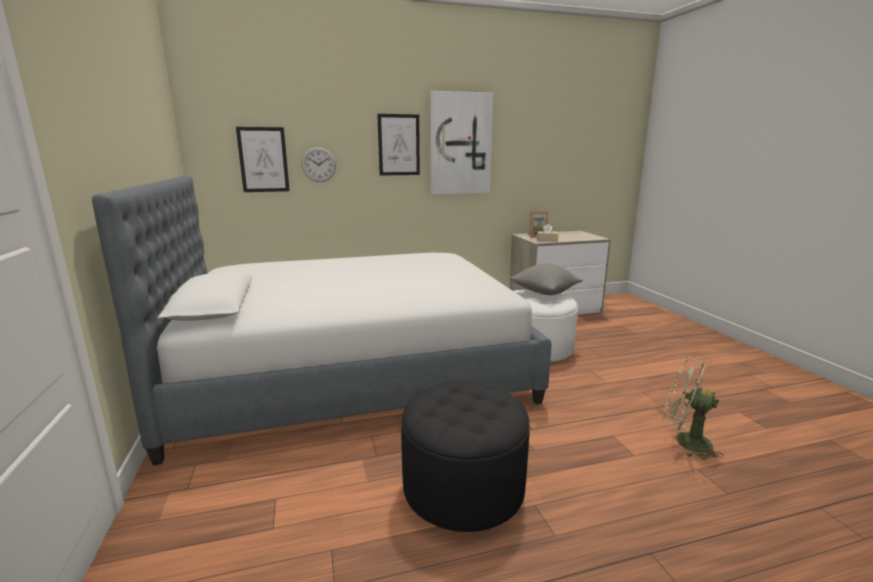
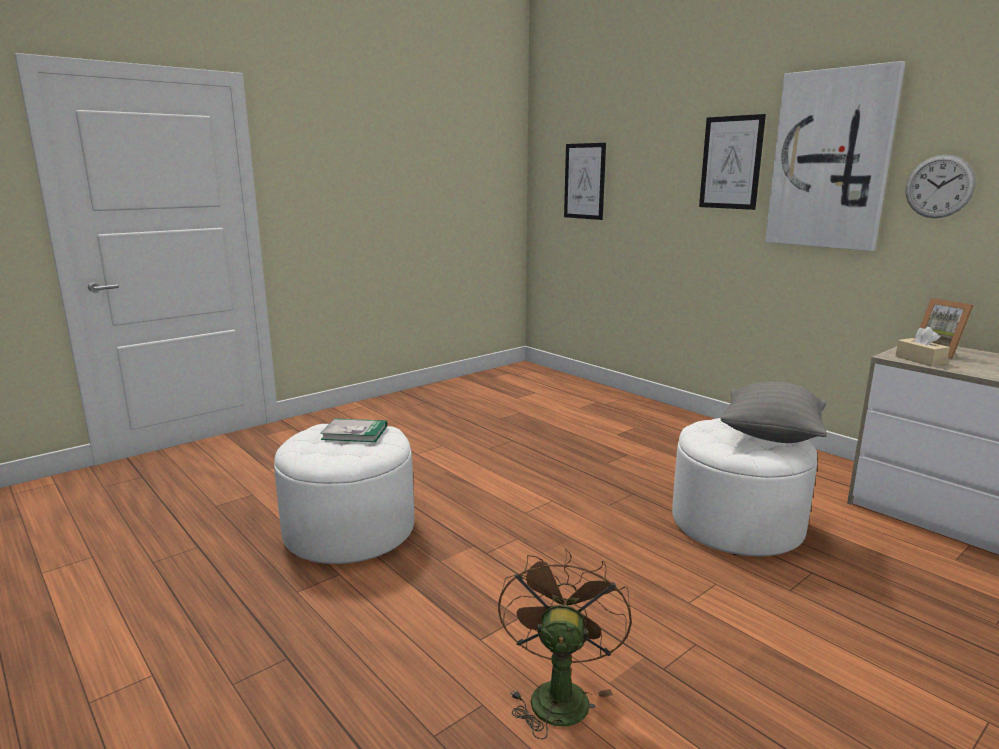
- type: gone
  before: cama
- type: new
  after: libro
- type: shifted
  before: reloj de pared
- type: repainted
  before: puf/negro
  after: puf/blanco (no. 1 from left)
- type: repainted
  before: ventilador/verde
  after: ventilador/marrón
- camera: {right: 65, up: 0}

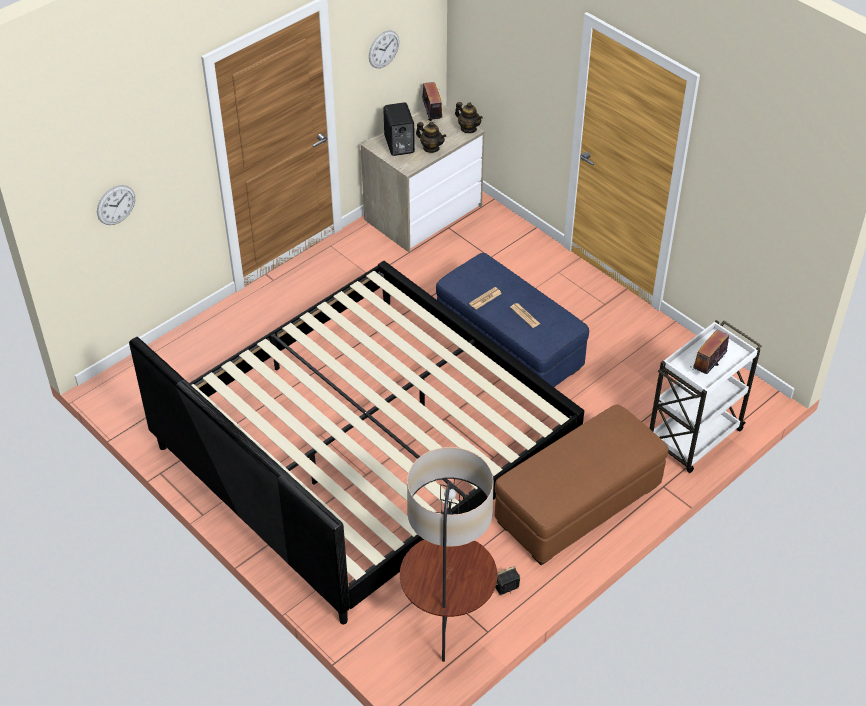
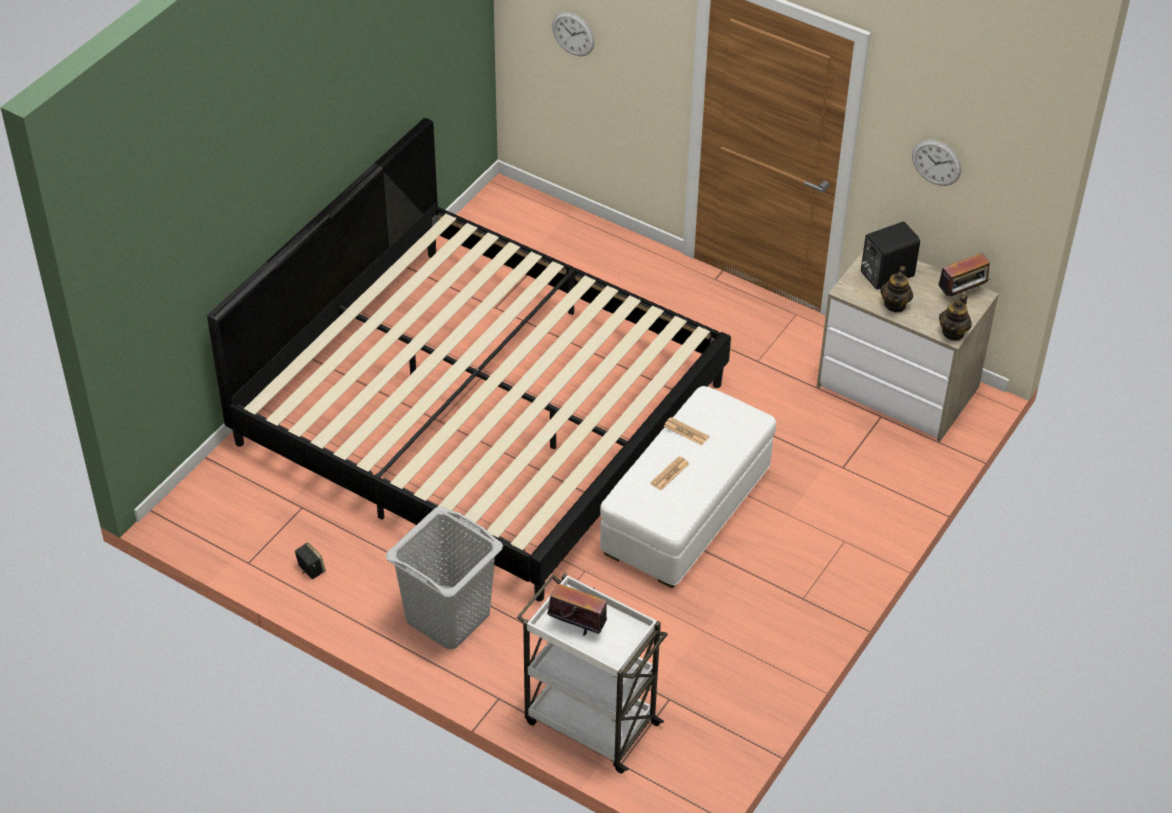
- type: gone
  before: lámpara de pie
- type: swapped
  before: puf/marrón
  after: cesto de la ropa/gris
- type: repainted
  before: puf/azul
  after: puf/blanco
- camera: {right: 75, up: 0}

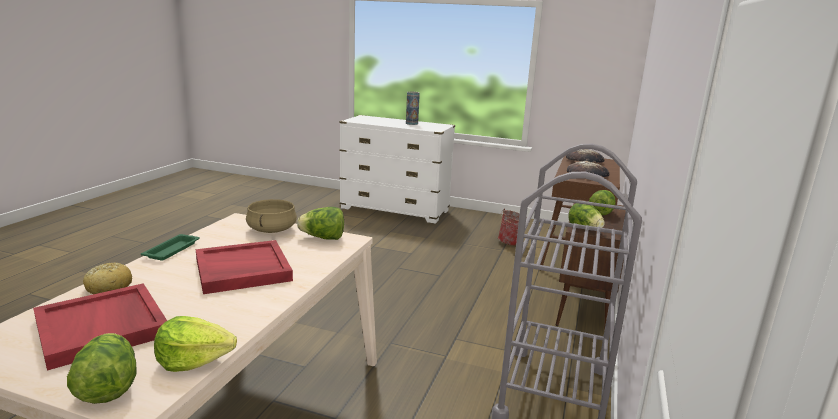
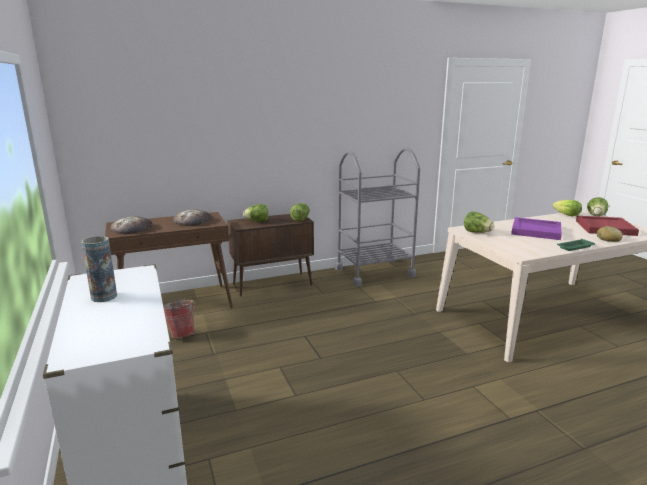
- type: gone
  before: olla/beis
- type: repainted
  before: bandeja/rojo (no. 2 from left)
  after: bandeja/morado
- camera: {right: -130, up: 0}

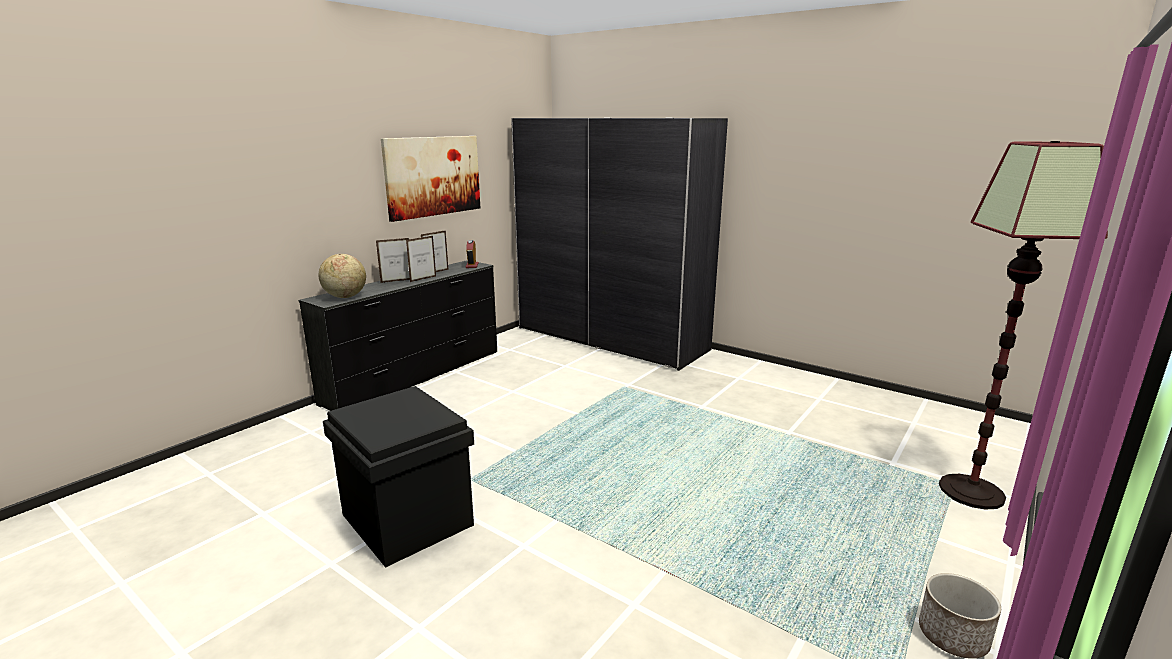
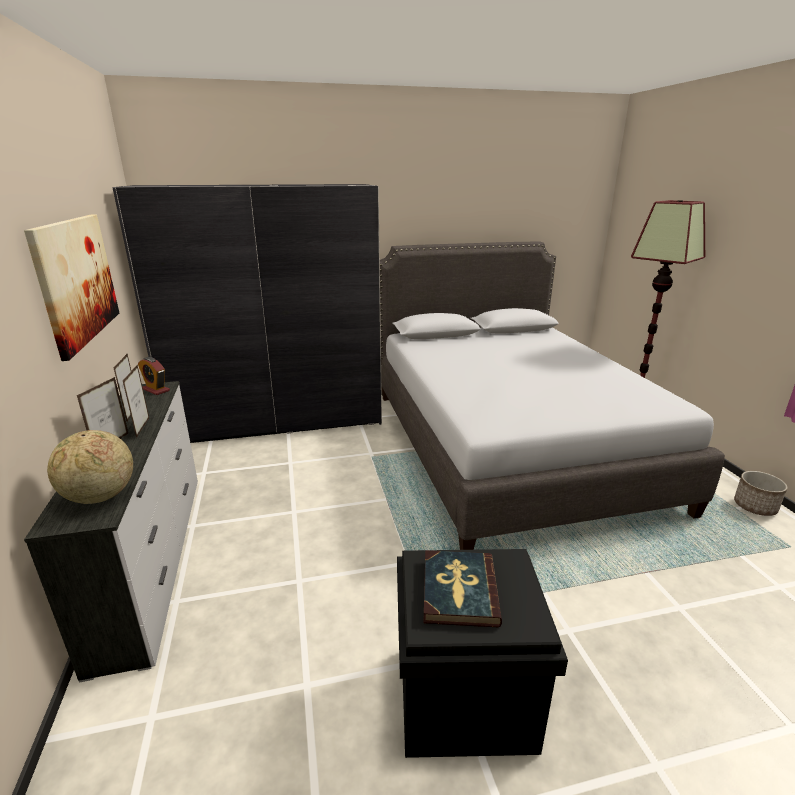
- type: new
  after: cama/gris
- type: new
  after: libro
- type: repainted
  before: cómoda/negro
  after: cómoda/blanco
- camera: {right: -50, up: 5}

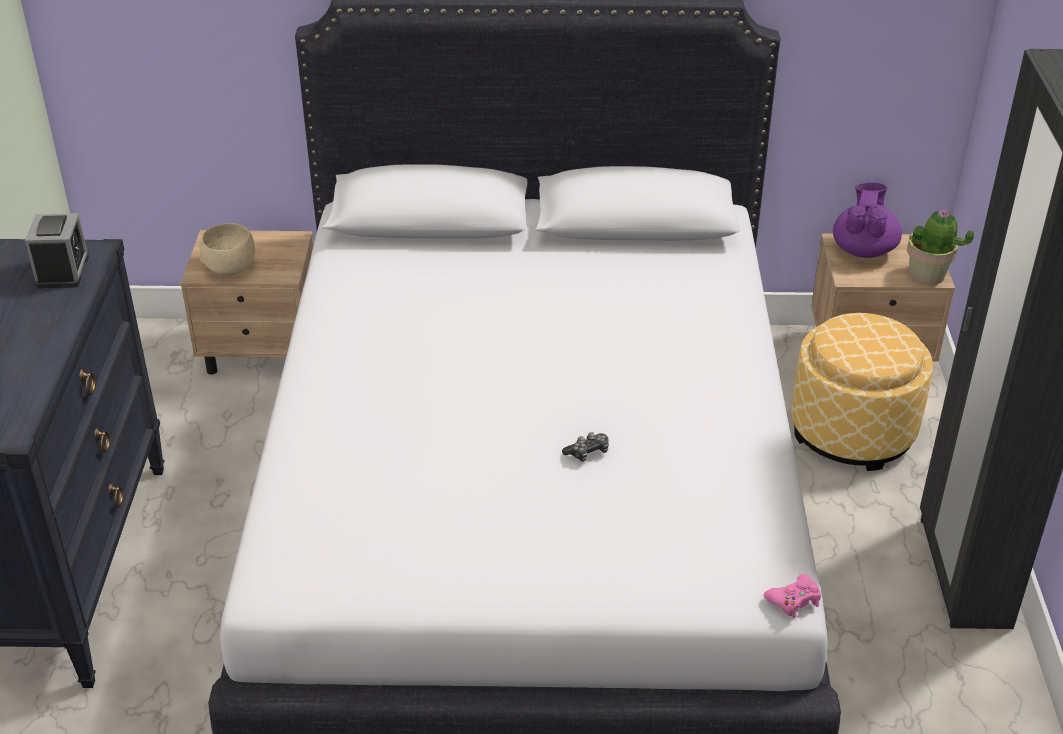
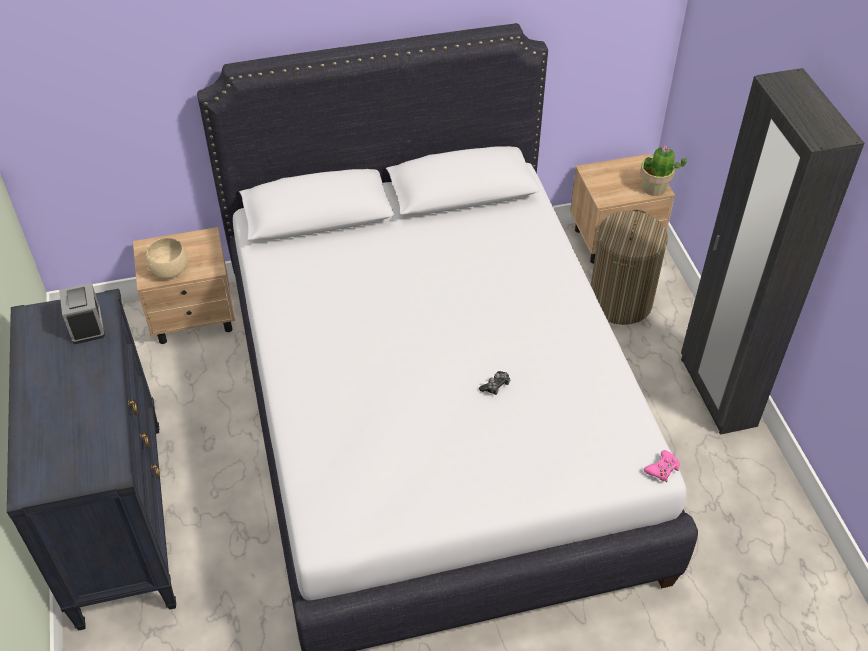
- type: gone
  before: tetera/morado
- type: swapped
  before: puf
  after: cesto de la ropa
- camera: {right: -15, up: 10}

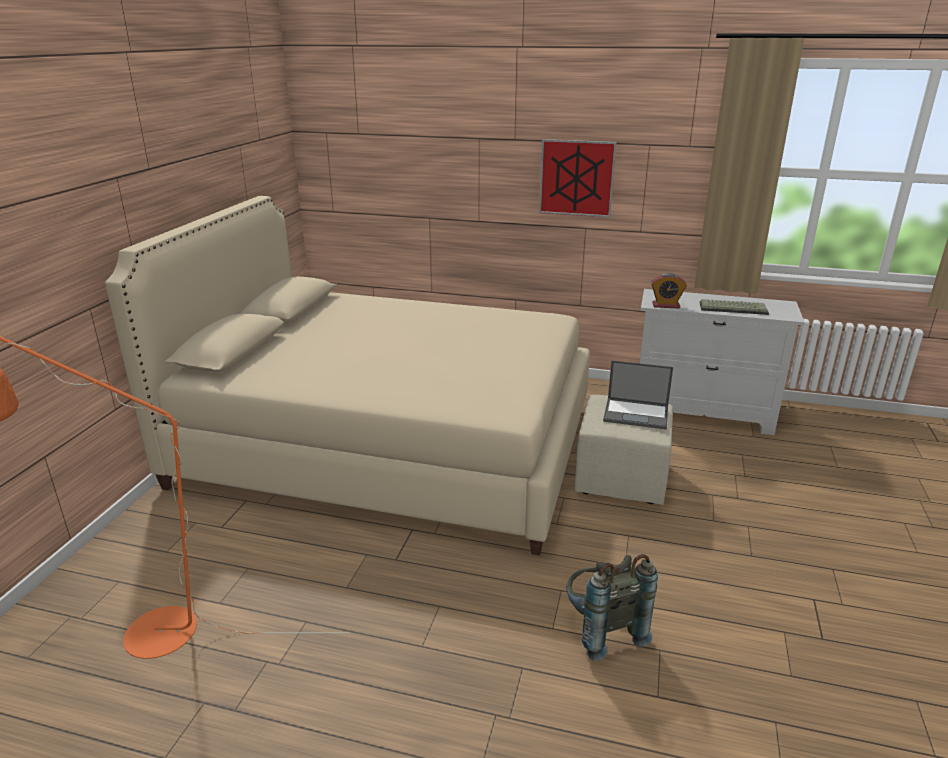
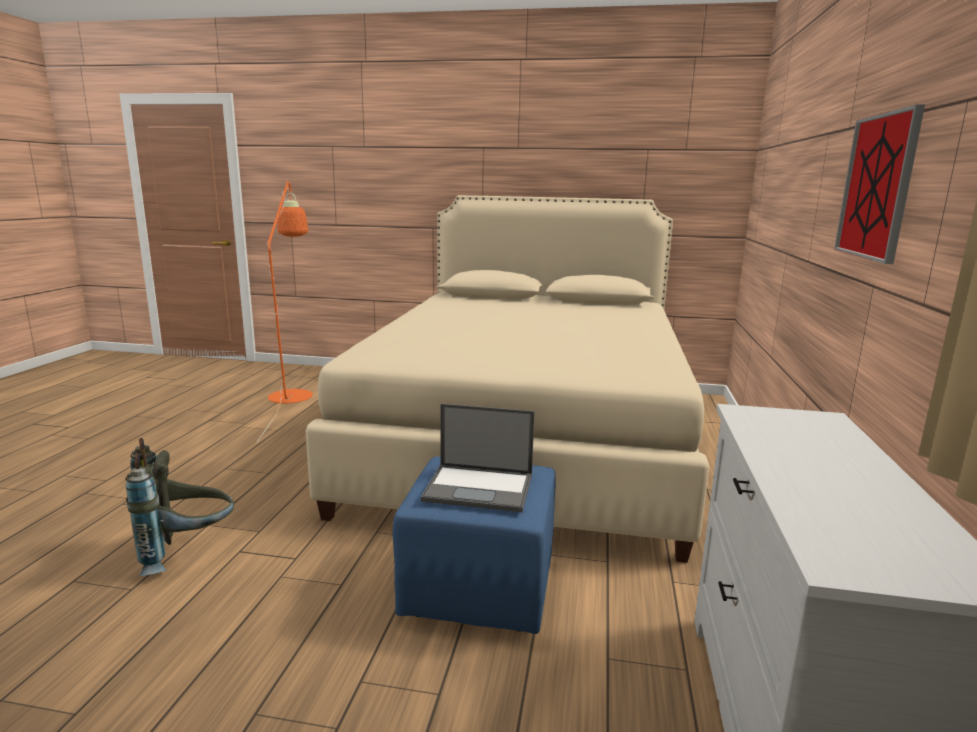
- type: gone
  before: despertador
- type: gone
  before: teclado
- type: repainted
  before: puf/beis
  after: puf/azul
- type: rotated
  before: portátil
  turn: -90
- camera: {right: 85, up: -10}

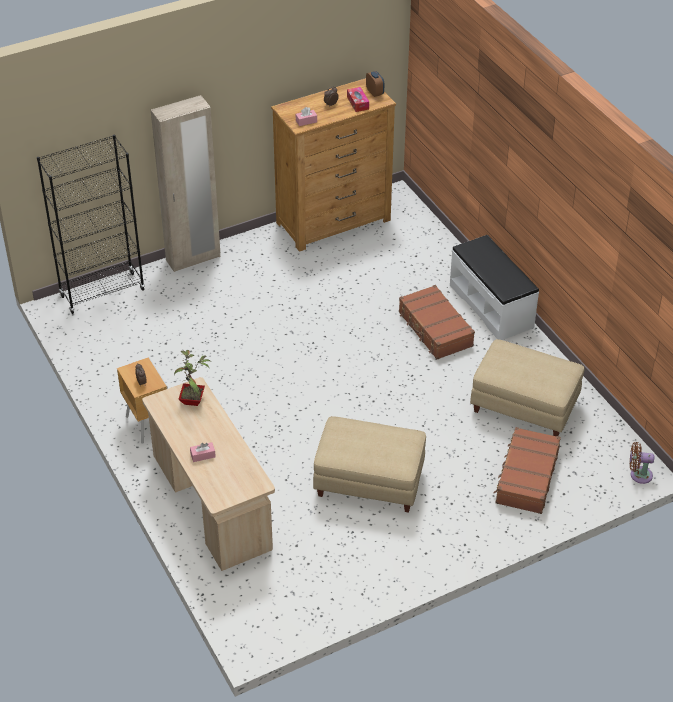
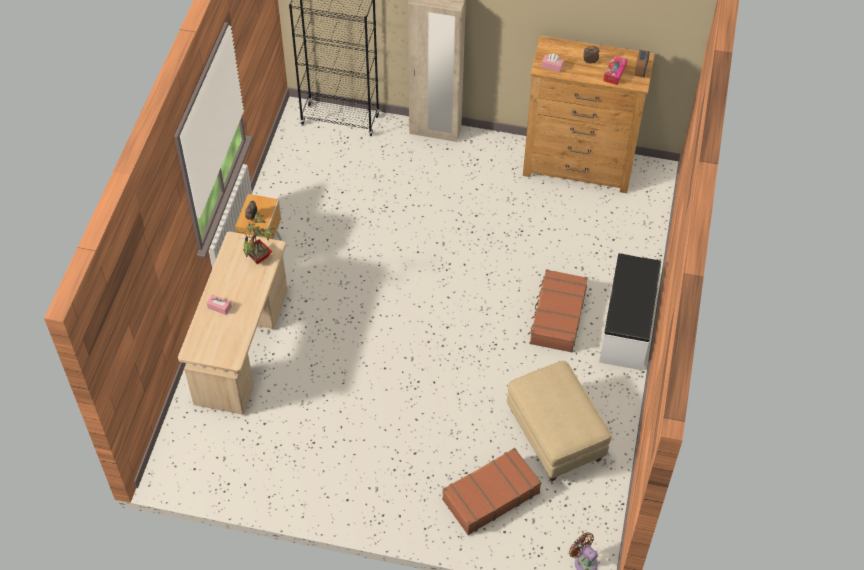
- type: gone
  before: puf/beis (no. 1 from left)
- camera: {right: 40, up: 10}

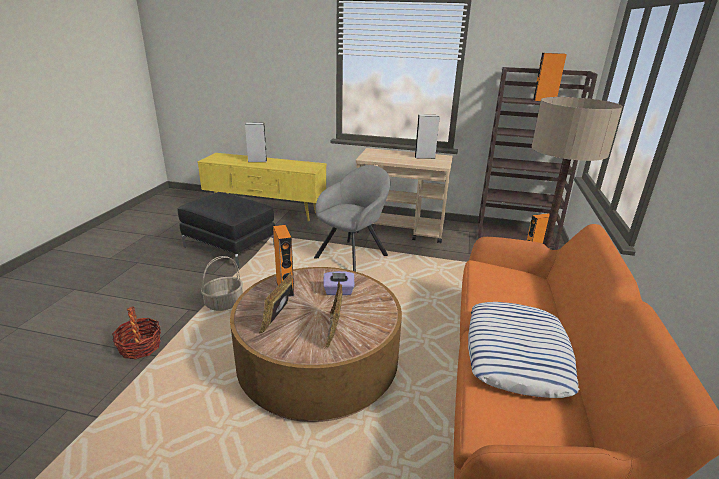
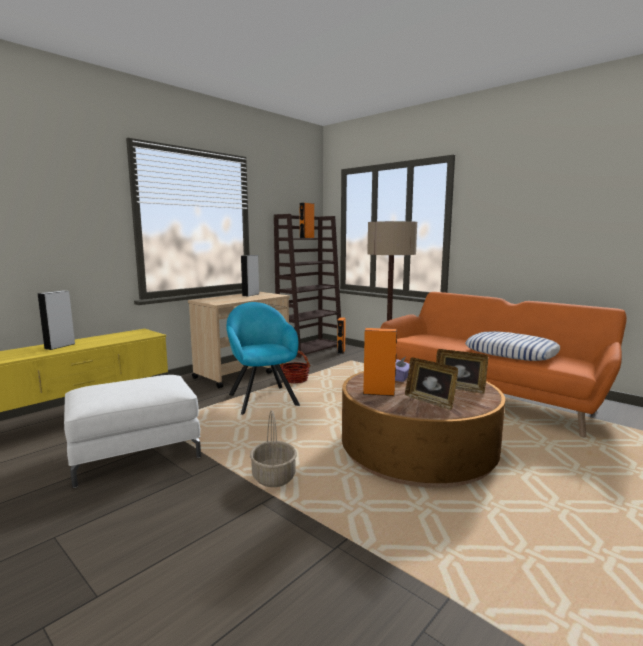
- type: shifted
  before: cesta (no. 1 from left in the first image)
  after: cesta (no. 2 from left)
- type: repainted
  before: puf/negro
  after: puf/blanco
- type: repainted
  before: sillón/gris
  after: sillón/turquesa
- camera: {right: -60, up: -15}

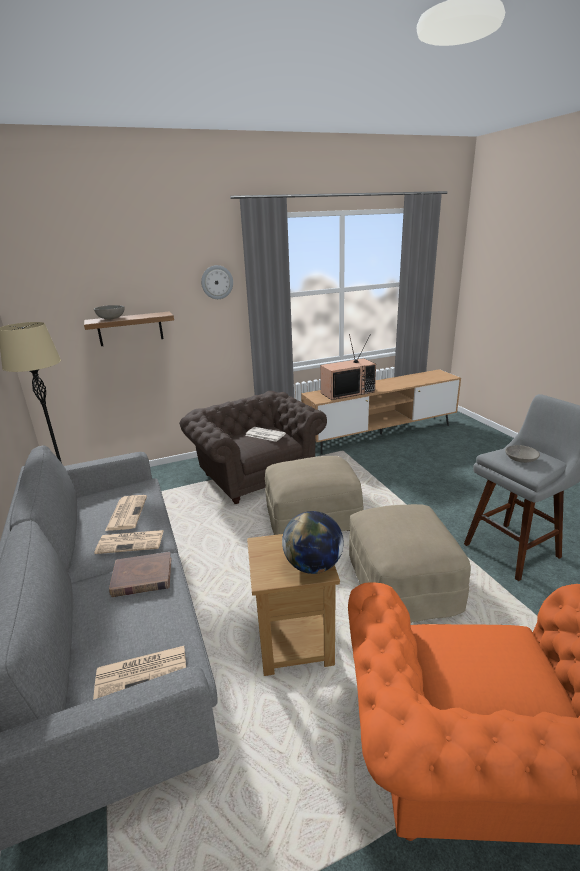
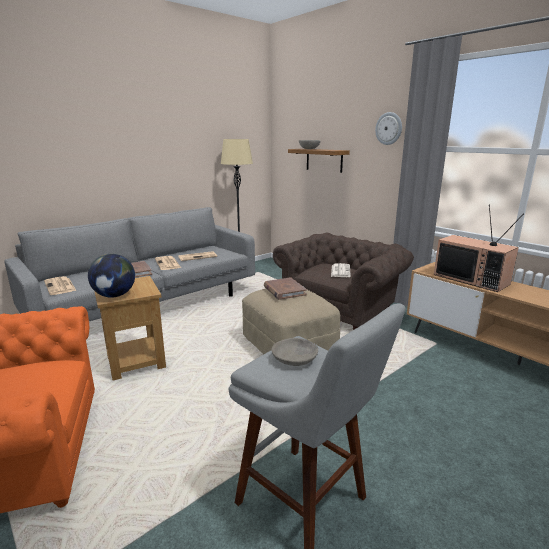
- type: gone
  before: puf/beis (no. 2 from left)
- type: new
  after: libro/marrón (no. 2 from left)
- camera: {right: 70, up: -5}

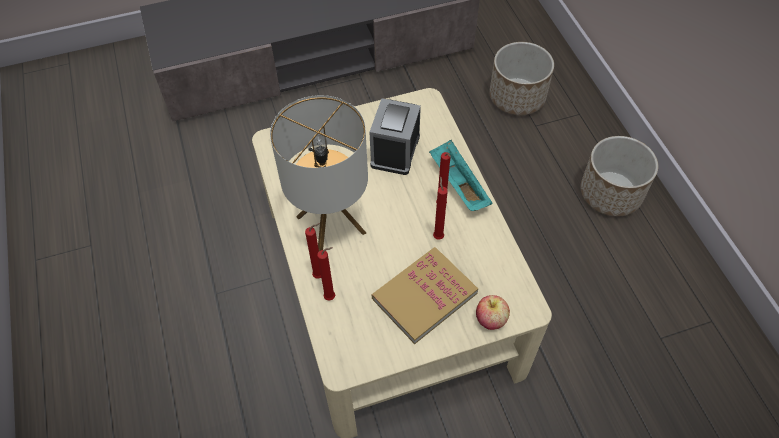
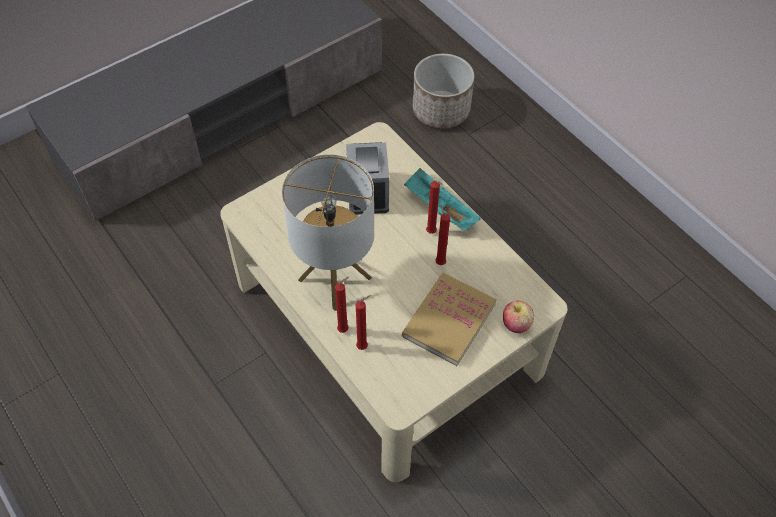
- type: gone
  before: maceta (no. 2 from left)
- camera: {right: -20, up: 0}

